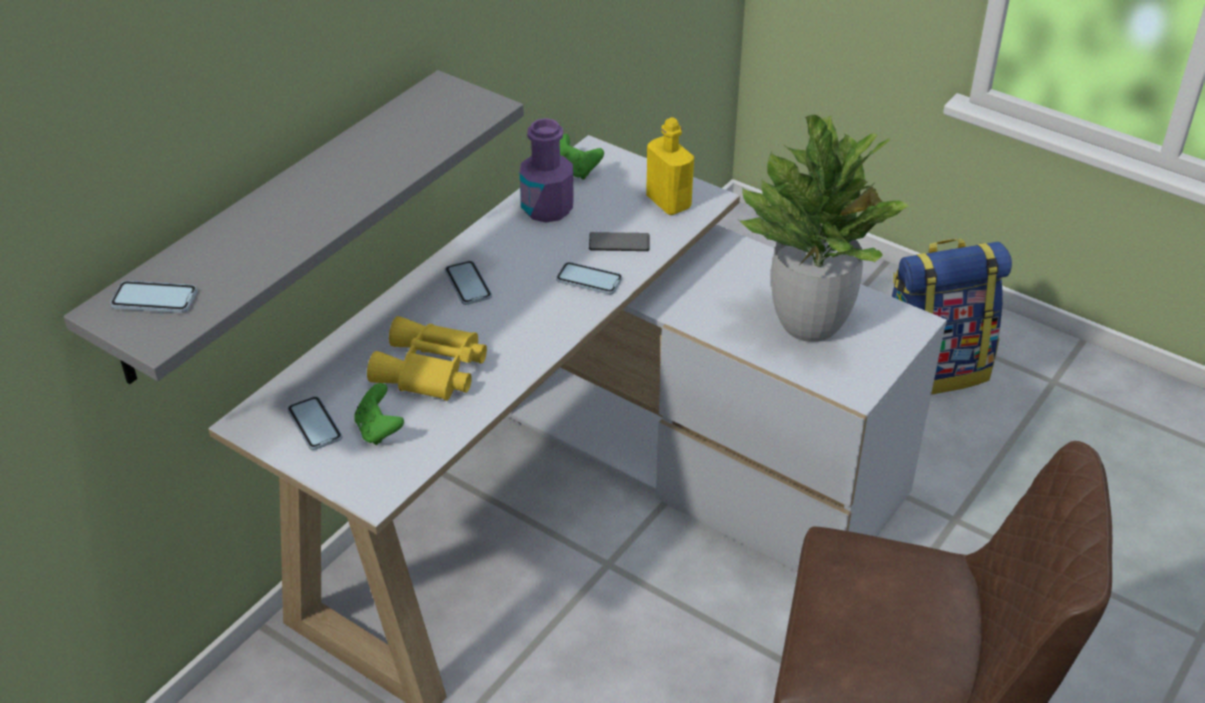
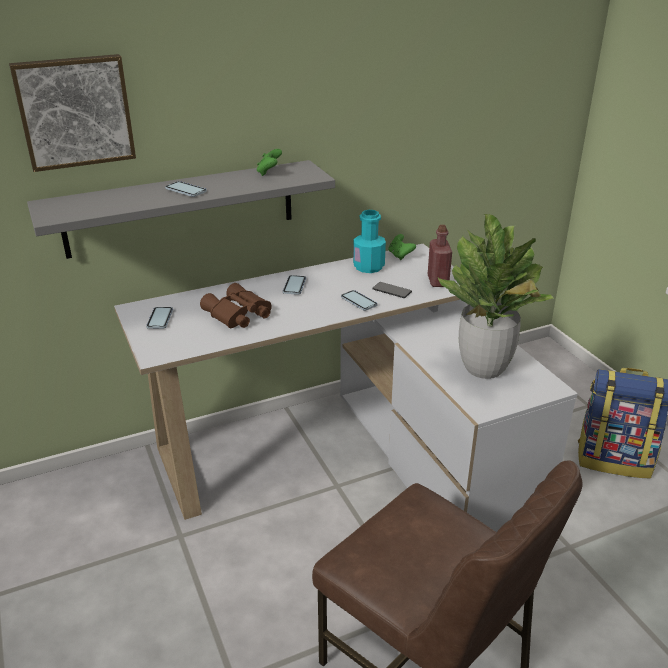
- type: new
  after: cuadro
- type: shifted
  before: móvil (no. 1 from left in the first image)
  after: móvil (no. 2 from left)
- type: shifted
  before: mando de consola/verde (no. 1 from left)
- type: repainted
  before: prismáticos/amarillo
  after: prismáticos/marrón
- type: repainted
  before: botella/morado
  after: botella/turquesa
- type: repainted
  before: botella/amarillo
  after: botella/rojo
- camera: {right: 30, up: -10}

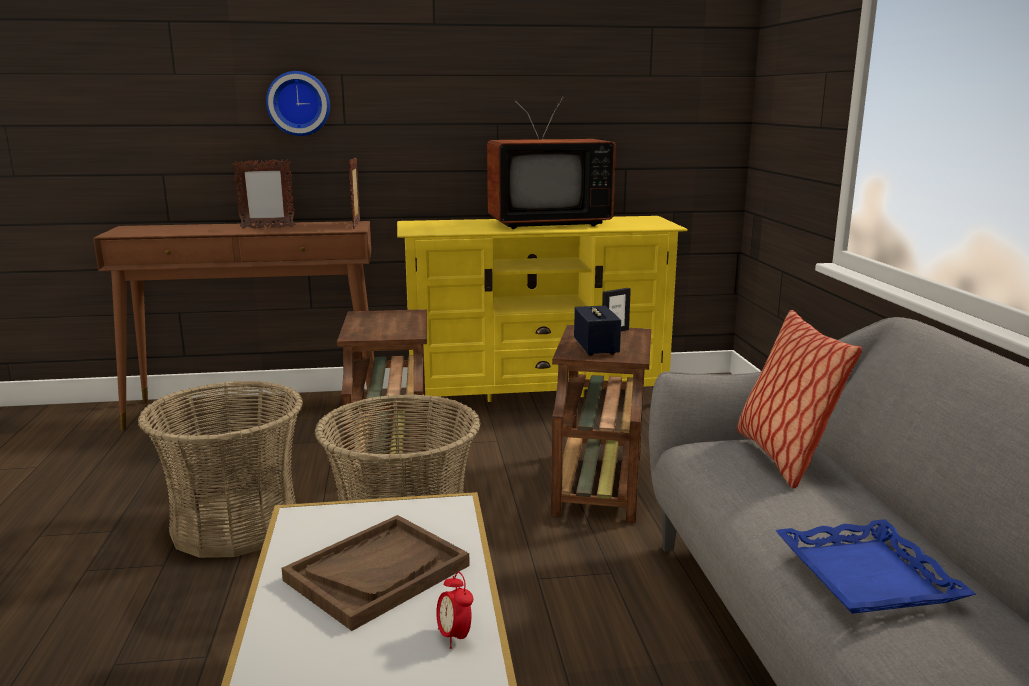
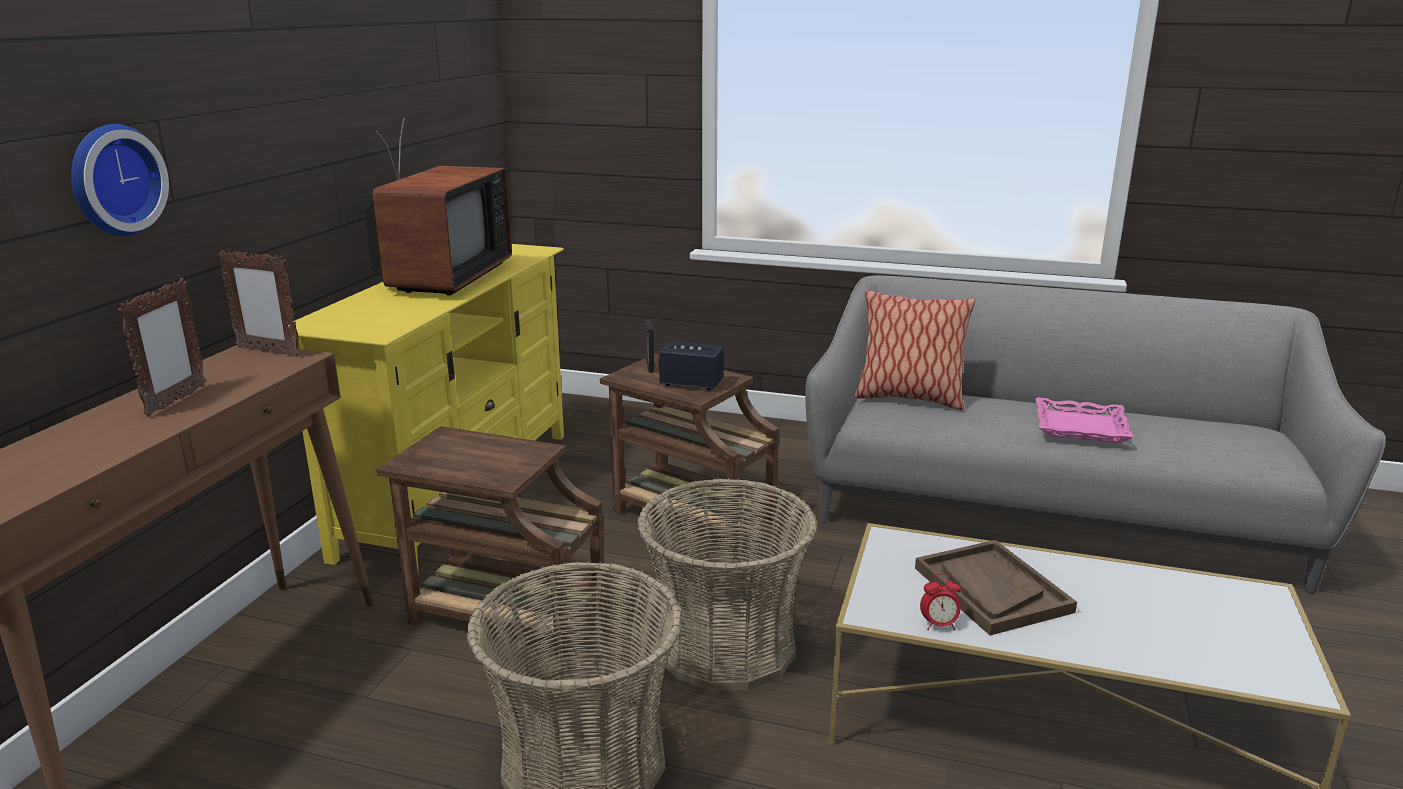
- type: shifted
  before: despertador
- type: repainted
  before: bandeja/azul
  after: bandeja/rosa
- camera: {right: -65, up: 5}

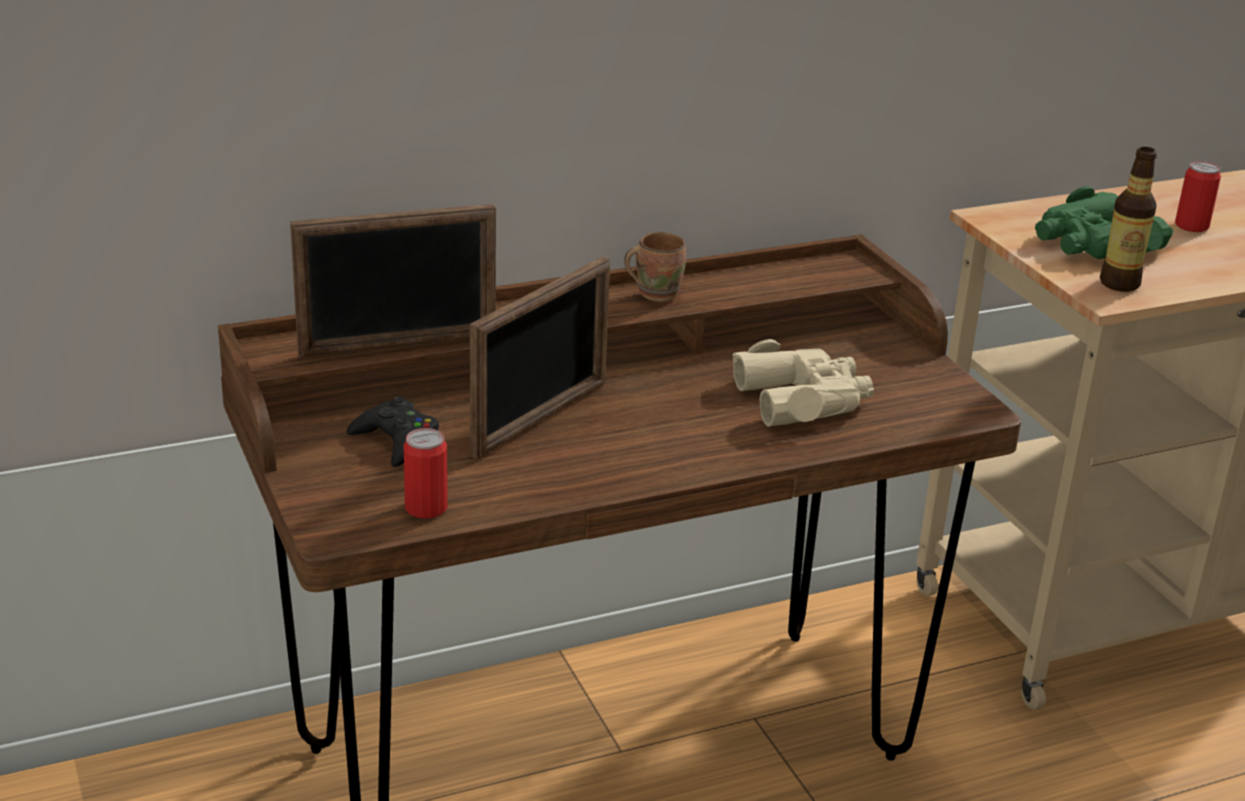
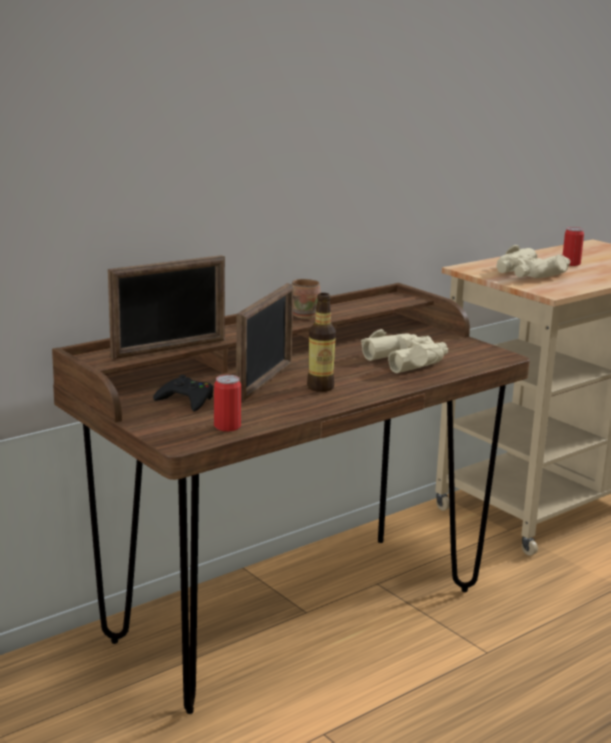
- type: shifted
  before: botella
- type: repainted
  before: prismáticos/verde
  after: prismáticos/beis (no. 2 from left)
- camera: {right: -15, up: -10}

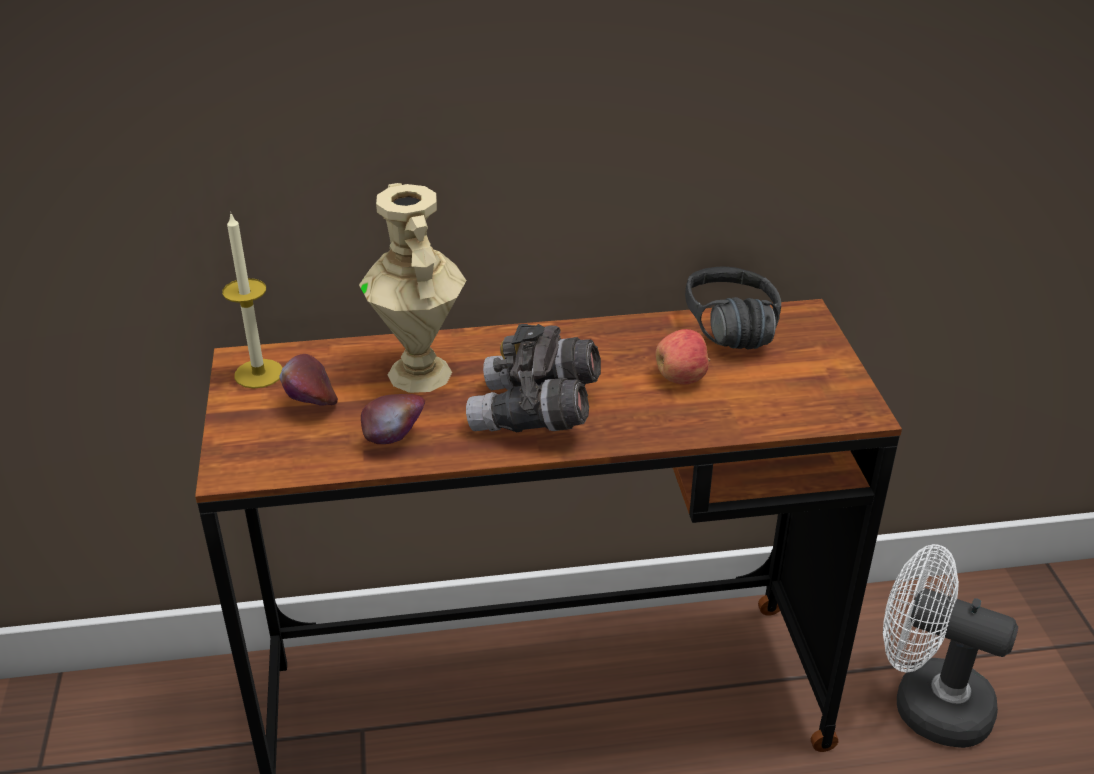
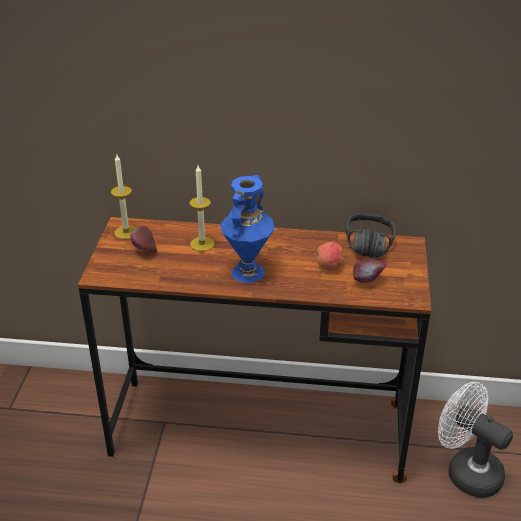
- type: shifted
  before: manzana (no. 2 from left in the first image)
  after: manzana (no. 3 from left)
- type: swapped
  before: florero/beis
  after: vela (no. 2 from left)
- type: swapped
  before: prismáticos/gris
  after: florero/azul
- camera: {right: 15, up: 0}

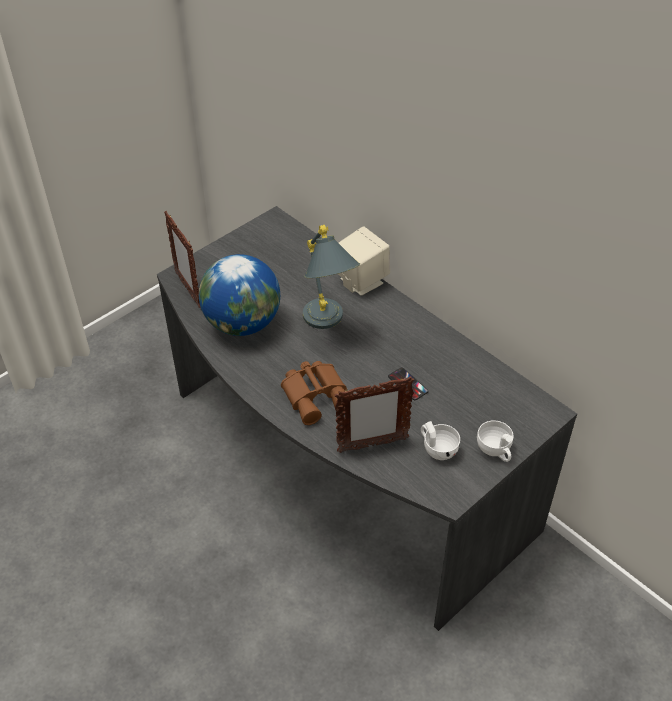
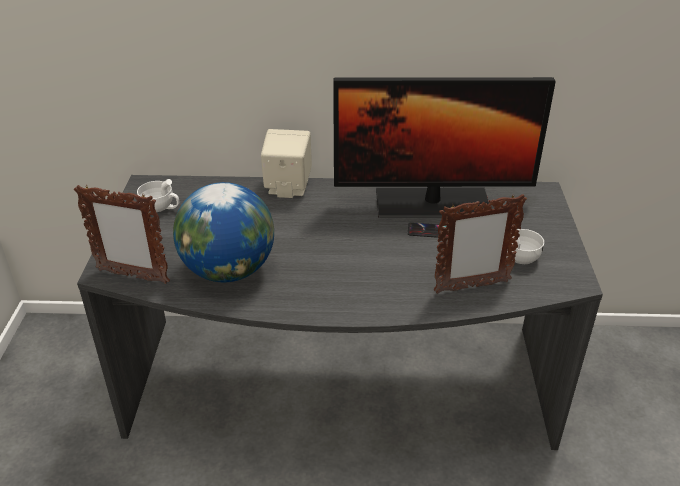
- type: gone
  before: prismáticos/marrón
- type: gone
  before: lámpara de mesa/gris
- type: new
  after: monitor
- type: shifted
  before: taza/blanco (no. 2 from left in the first image)
  after: taza/blanco (no. 1 from left)
- type: rotated
  before: portarretratos (no. 2 from left)
  turn: 45
- camera: {right: -45, up: -10}

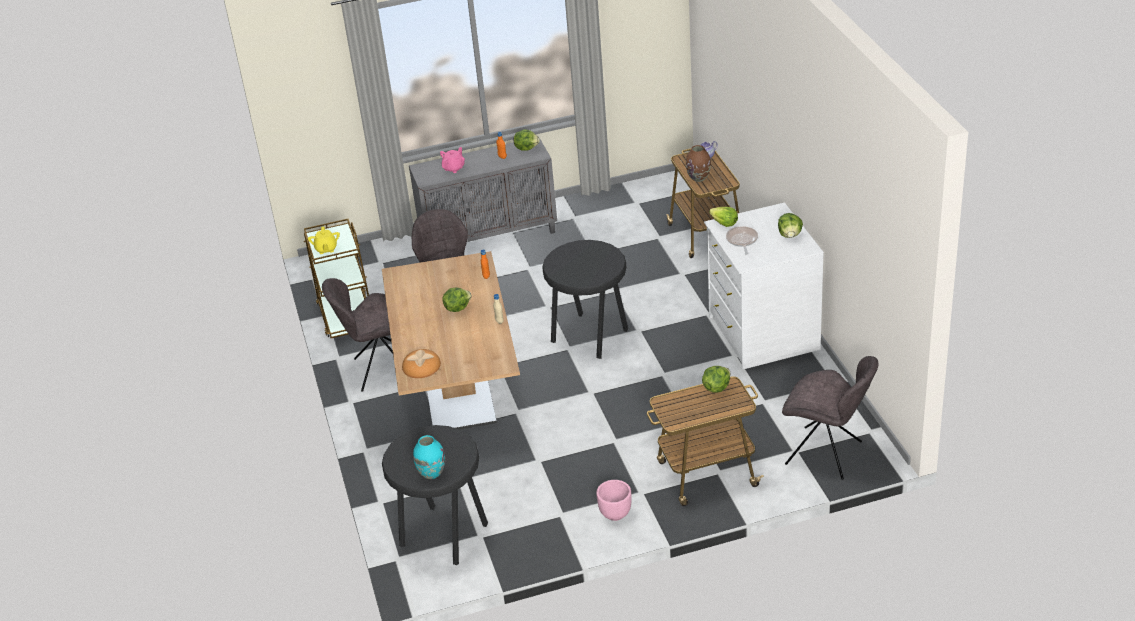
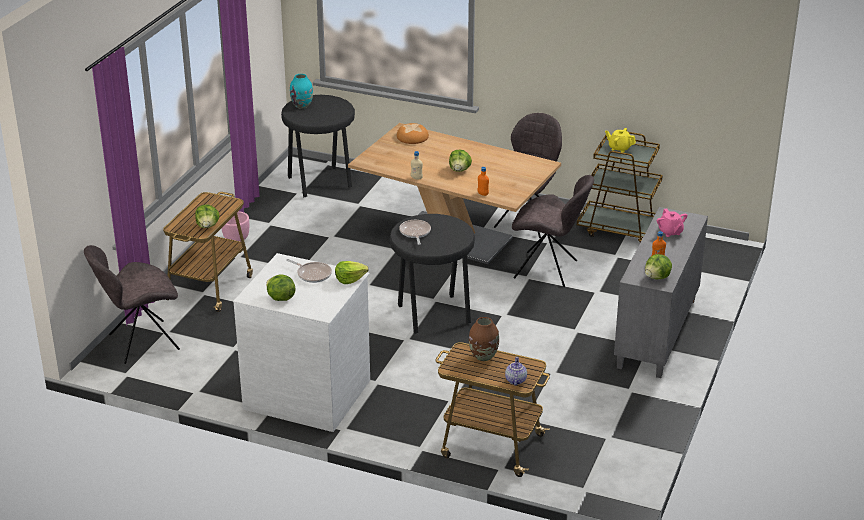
- type: new
  after: sartén (no. 2 from left)
- camera: {right: 125, up: -5}

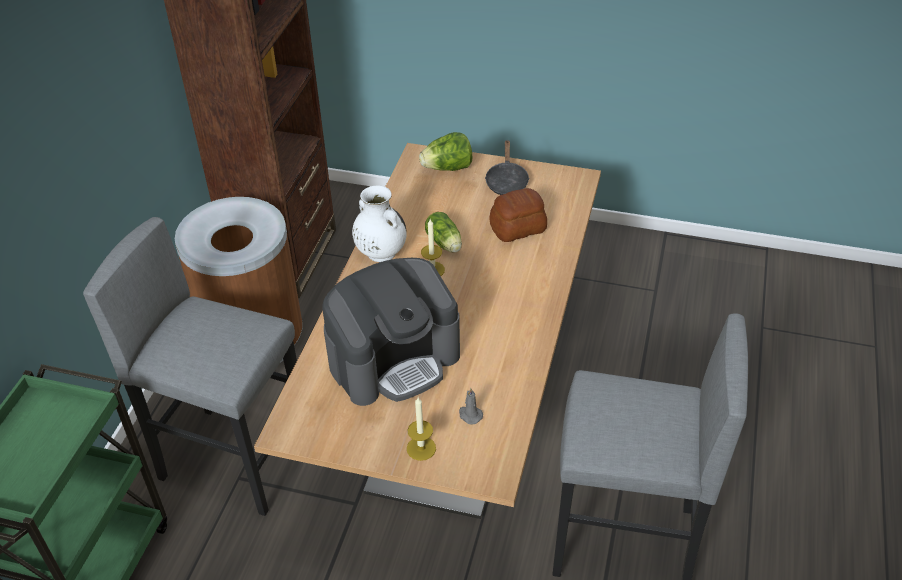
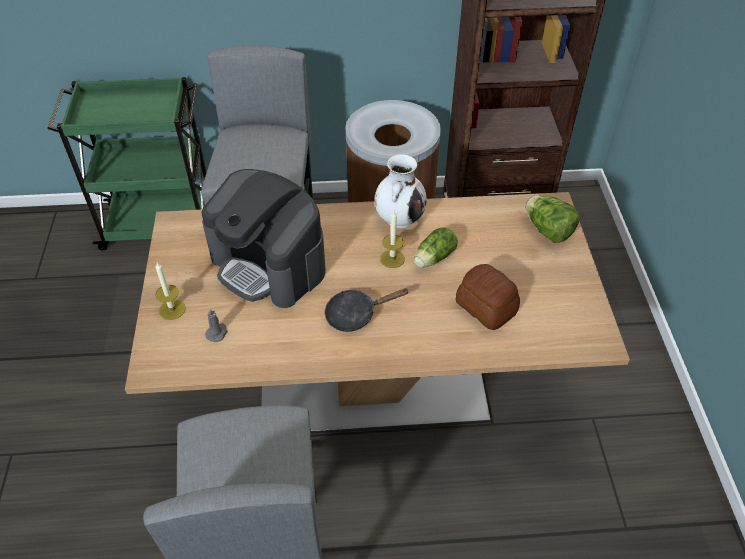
- type: shifted
  before: sartén/negro
- camera: {right: 70, up: 5}

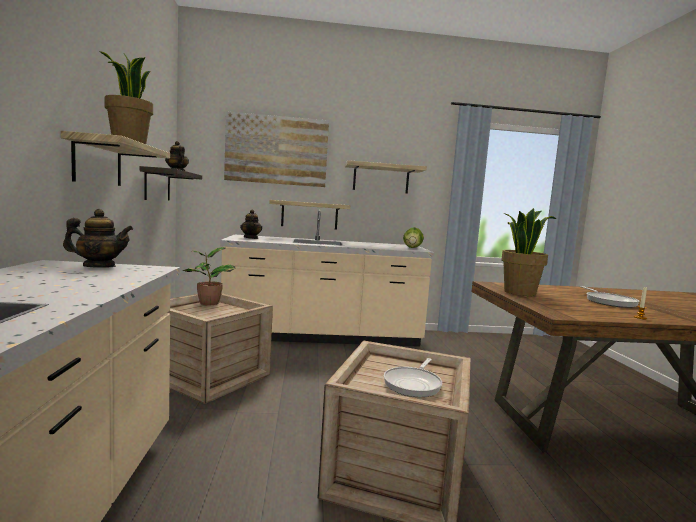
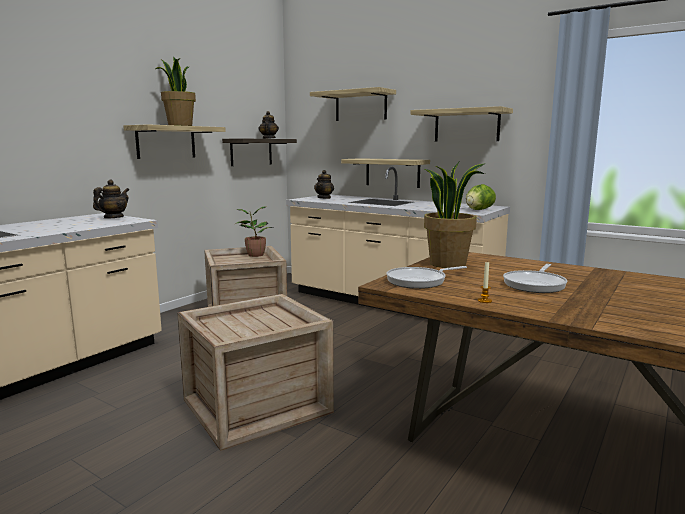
- type: shifted
  before: sartén (no. 1 from left)
- type: swapped
  before: cuadro
  after: estante (no. 3 from left)
- type: rotated
  before: tetera (no. 1 from left)
  turn: -90
- camera: {right: 40, up: 5}

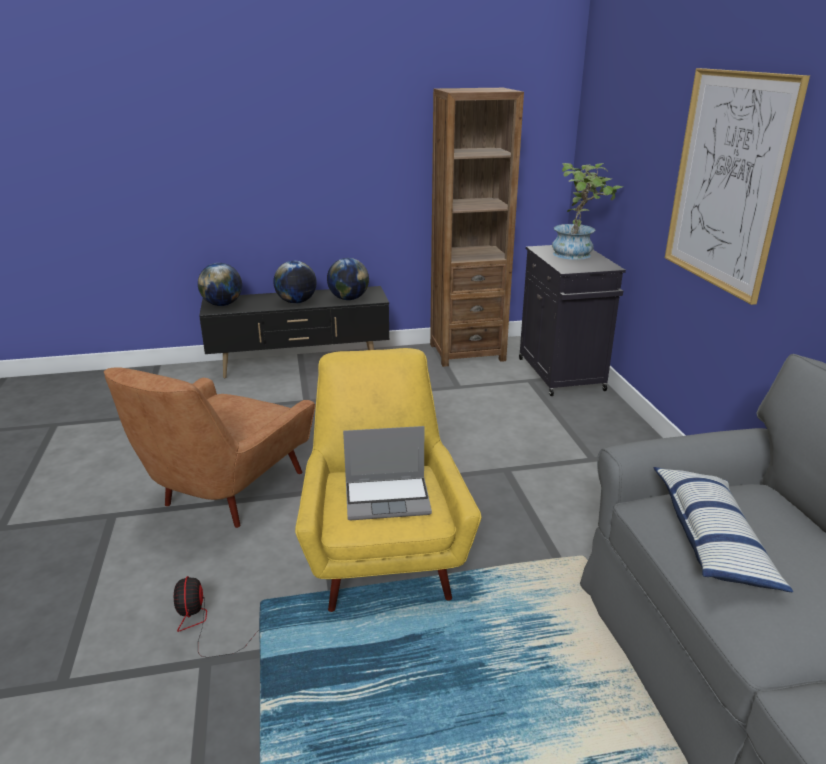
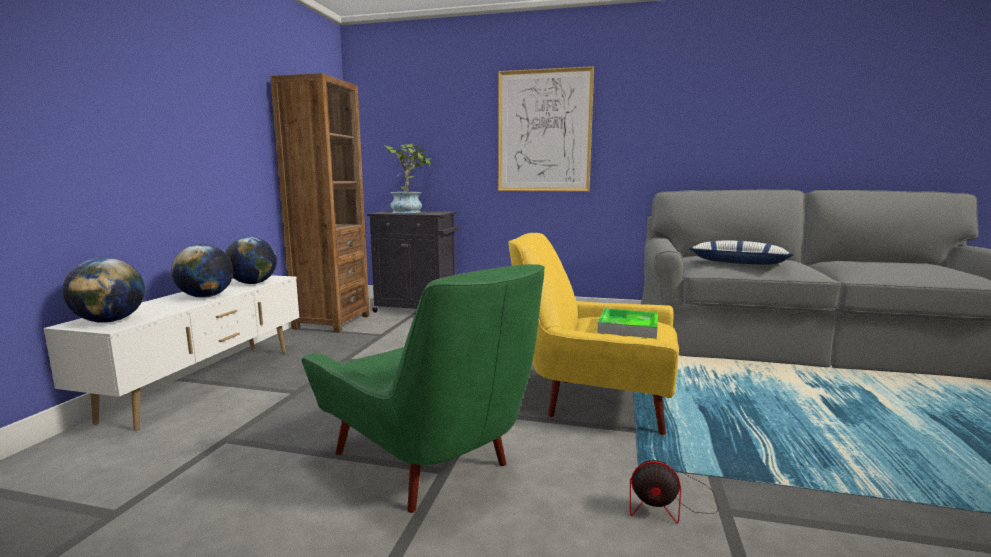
- type: swapped
  before: portátil
  after: bandeja
- type: repainted
  before: sillón/marrón
  after: sillón/verde
- type: repainted
  before: mueble de televisión/negro
  after: mueble de televisión/blanco
- camera: {right: -65, up: -15}

